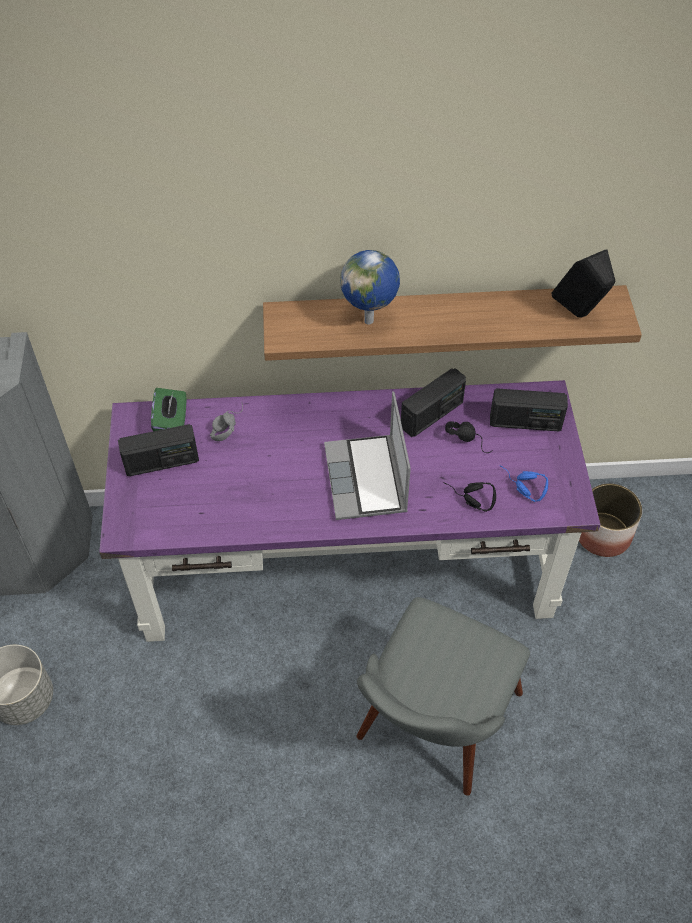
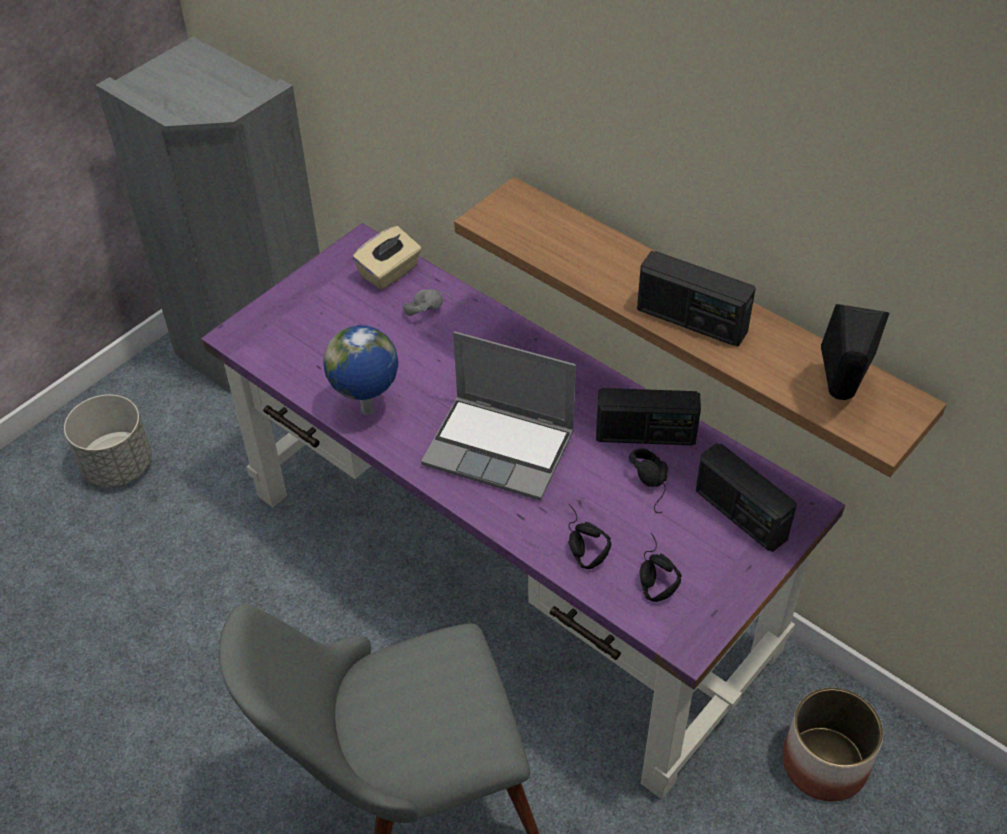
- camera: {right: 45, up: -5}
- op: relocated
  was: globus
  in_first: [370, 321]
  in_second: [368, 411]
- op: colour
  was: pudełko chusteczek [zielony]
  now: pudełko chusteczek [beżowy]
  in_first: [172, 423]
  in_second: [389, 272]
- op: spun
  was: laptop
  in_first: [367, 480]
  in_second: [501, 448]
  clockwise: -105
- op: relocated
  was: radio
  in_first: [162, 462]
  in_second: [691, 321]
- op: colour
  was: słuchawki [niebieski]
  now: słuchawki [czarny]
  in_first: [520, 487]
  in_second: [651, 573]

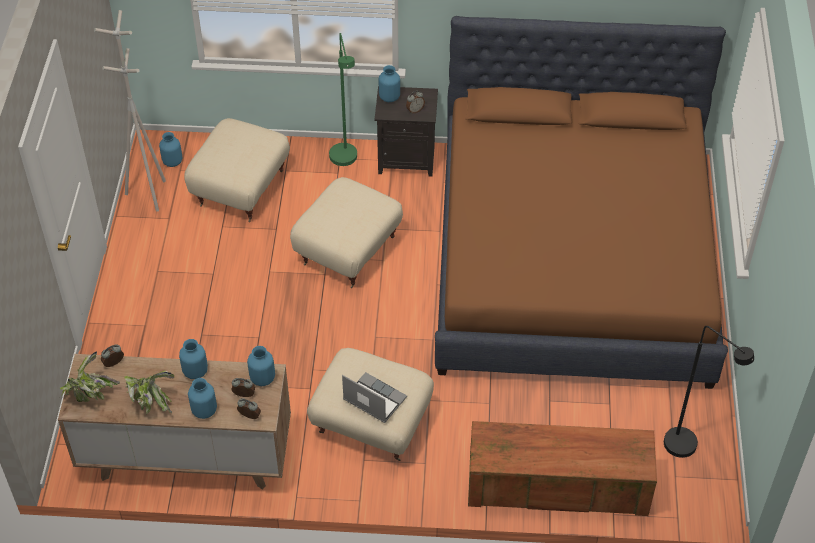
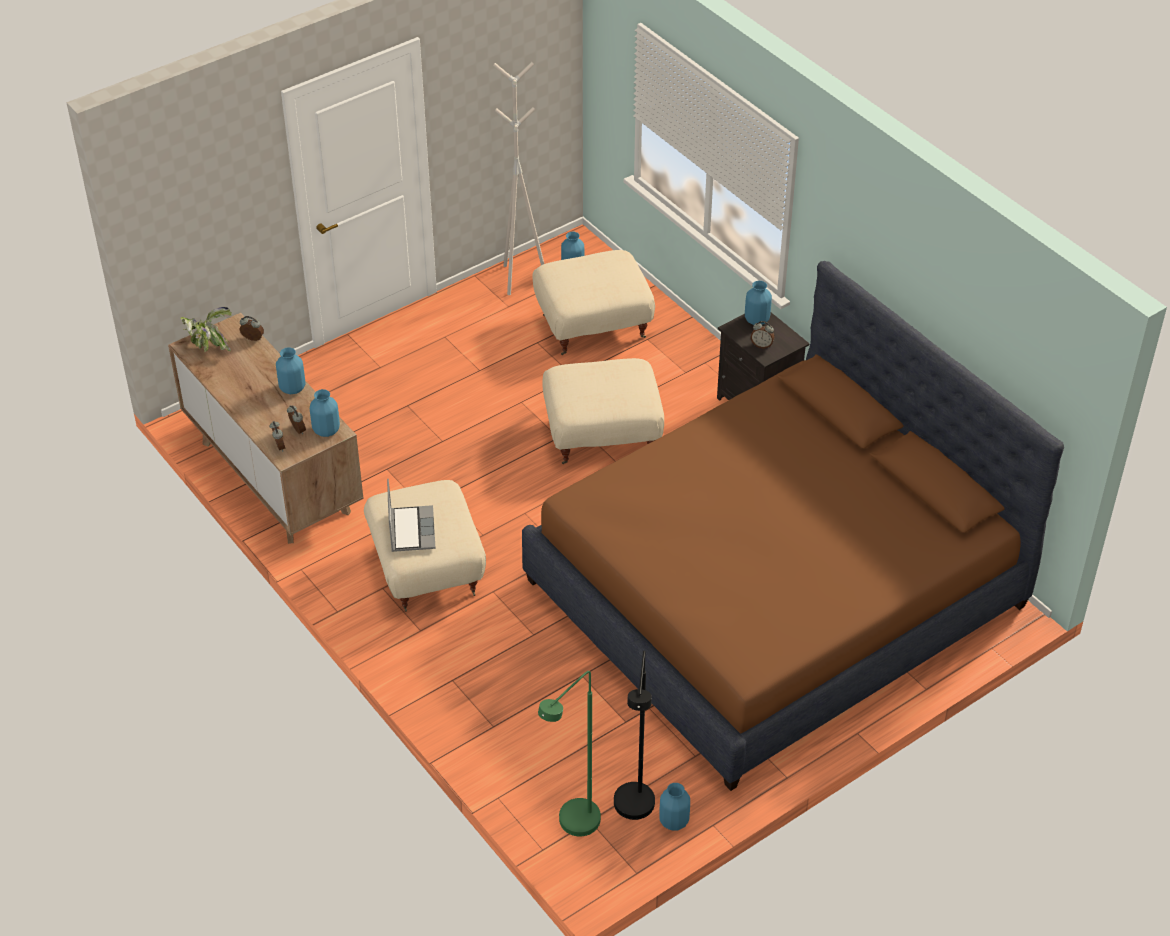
- camera: {right: 50, up: -5}
- op: relocated
  was: lampa stojąca [zielony]
  in_first: [345, 161]
  in_second: [573, 828]
- op: missing
  was: roślina doniczkowa
  in_first: [151, 402]
- op: relocated
  was: wazon [niebieski]
  in_first: [204, 411]
  in_second: [673, 821]
- op: missing
  was: ławka [brązowy]
  in_first: [556, 487]

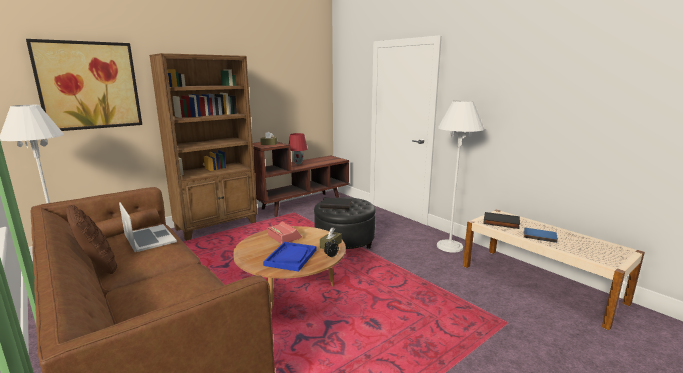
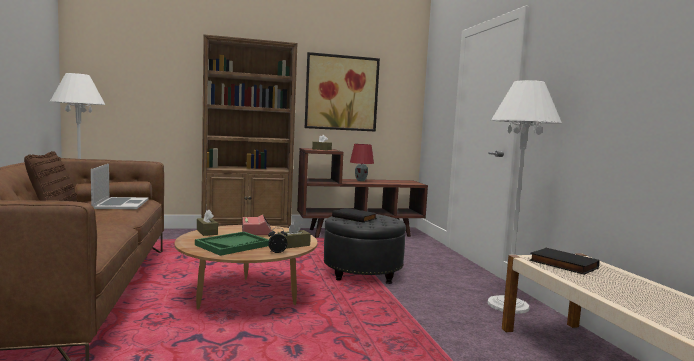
- camera: {right: 25, up: -10}
- op: relocated
  was: obraz
  in_first: [89, 86]
  in_second: [341, 93]
- op: missing
  was: książka [niebieski]
  in_first: [539, 236]
- op: colour
  was: taca [niebieski]
  now: taca [zielony]
  in_first: [291, 257]
  in_second: [233, 245]
- op: appeared
  now: pudełko chusteczek [brązowy]
  in_second: [207, 232]

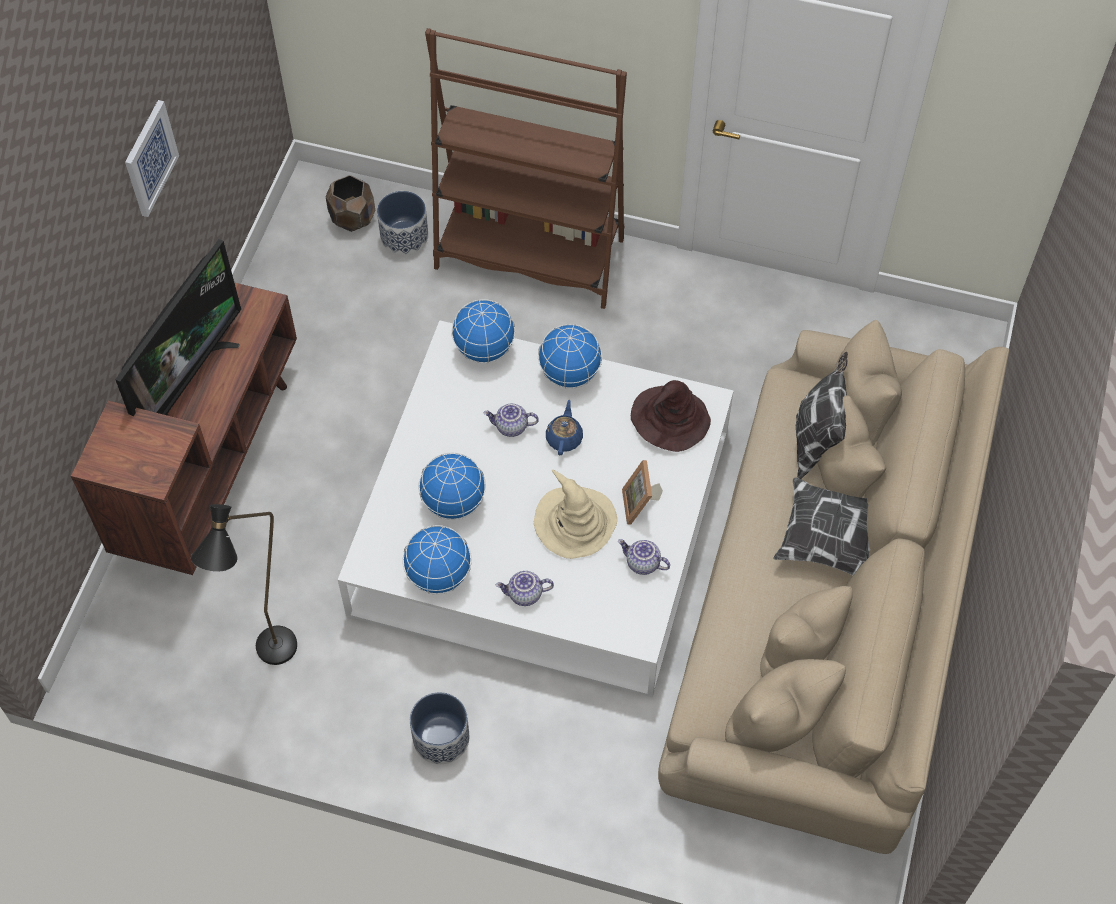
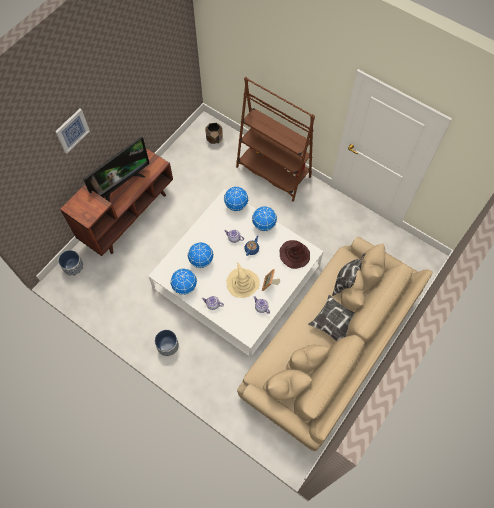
- camera: {right: 20, up: 5}
- op: relocated
  was: obraz
  in_first: [150, 158]
  in_second: [72, 130]
- op: relocated
  was: donica
  in_first: [404, 237]
  in_second: [73, 267]
- op: missing
  was: lampa stojąca [czarny]
  in_first: [271, 660]

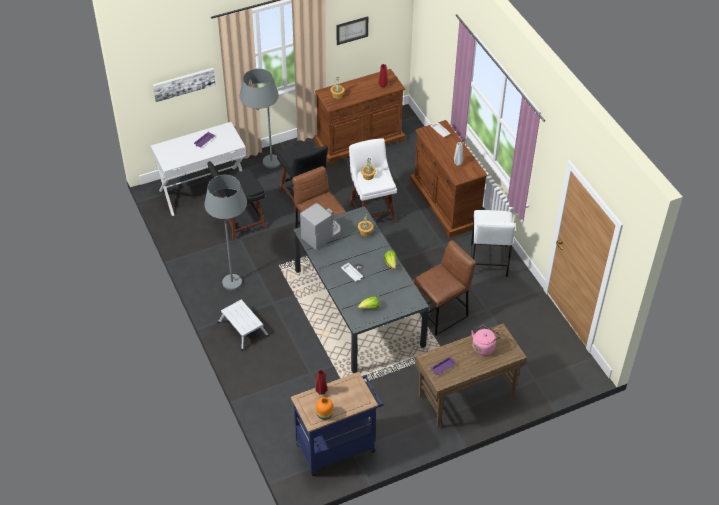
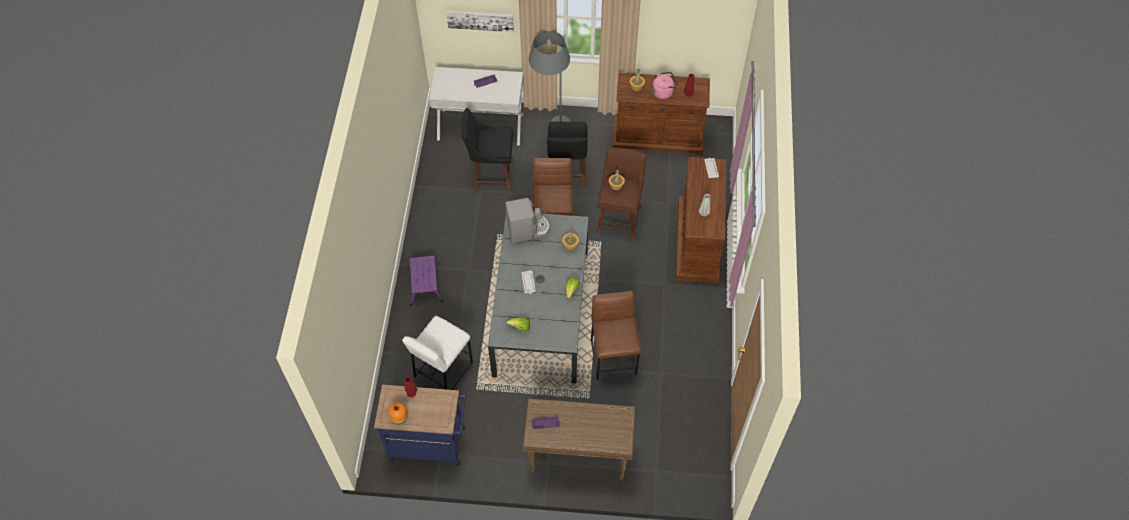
- camera: {right: 30, up: 10}
- op: missing
  was: obraz
  in_first: [352, 30]
- op: colour
  was: stołek [biały]
  now: stołek [brązowy]
  in_first: [371, 212]
  in_second: [619, 218]
- op: missing
  was: lampa stojąca [szary]
  in_first: [233, 274]
- op: relocated
  was: krzesło [biały]
  in_first: [489, 261]
  in_second: [442, 370]
- op: spun
  was: krzesło [brązowy]
  in_first: [440, 313]
  in_second: [613, 356]
  clockwise: -90
- op: colour
  was: drabinka [biały]
  now: drabinka [fioletowy]
  in_first: [243, 329]
  in_second: [425, 283]
- op: relocated
  was: czajnik [różowy]
  in_first: [484, 346]
  in_second: [663, 92]

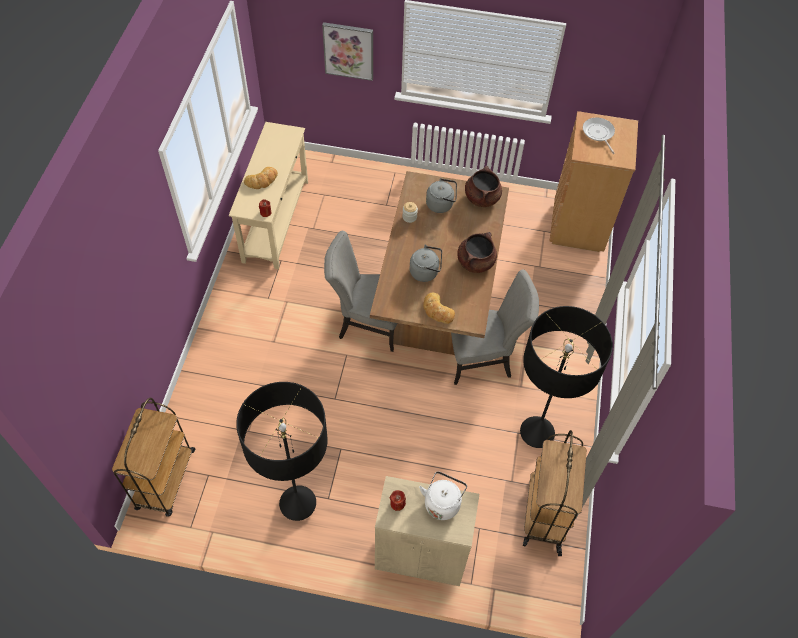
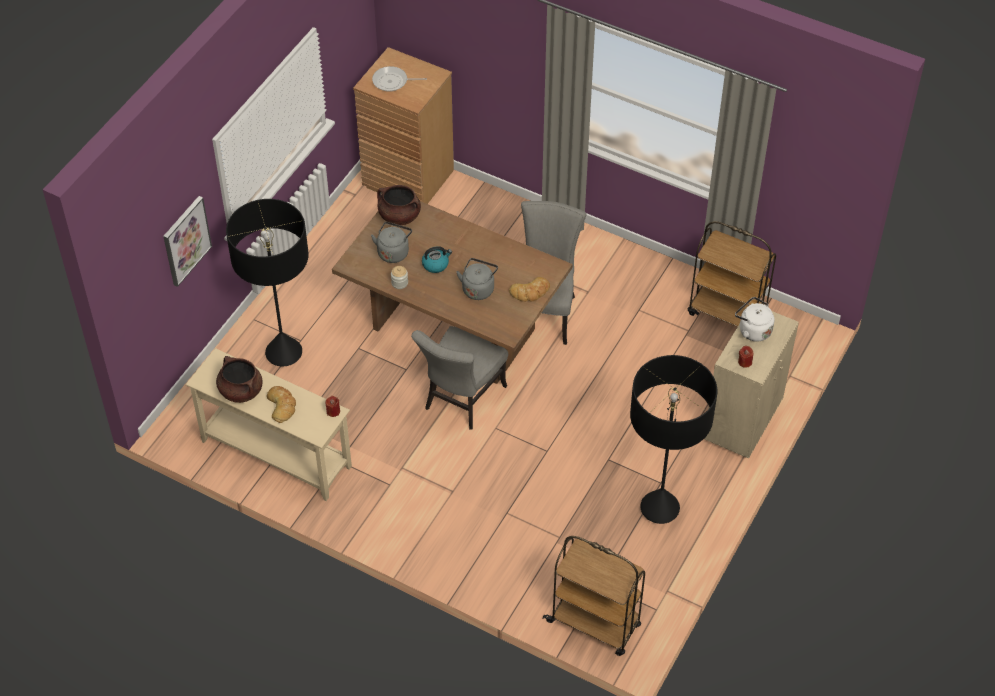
- camera: {right: -70, up: -5}
- op: relocated
  was: garnek [brązowy]
  in_first: [475, 262]
  in_second: [240, 391]
- op: relocated
  was: lampa stojąca [czarny]
  in_first: [536, 434]
  in_second: [284, 355]
- op: appeared
  now: czajnik
  in_second: [436, 264]

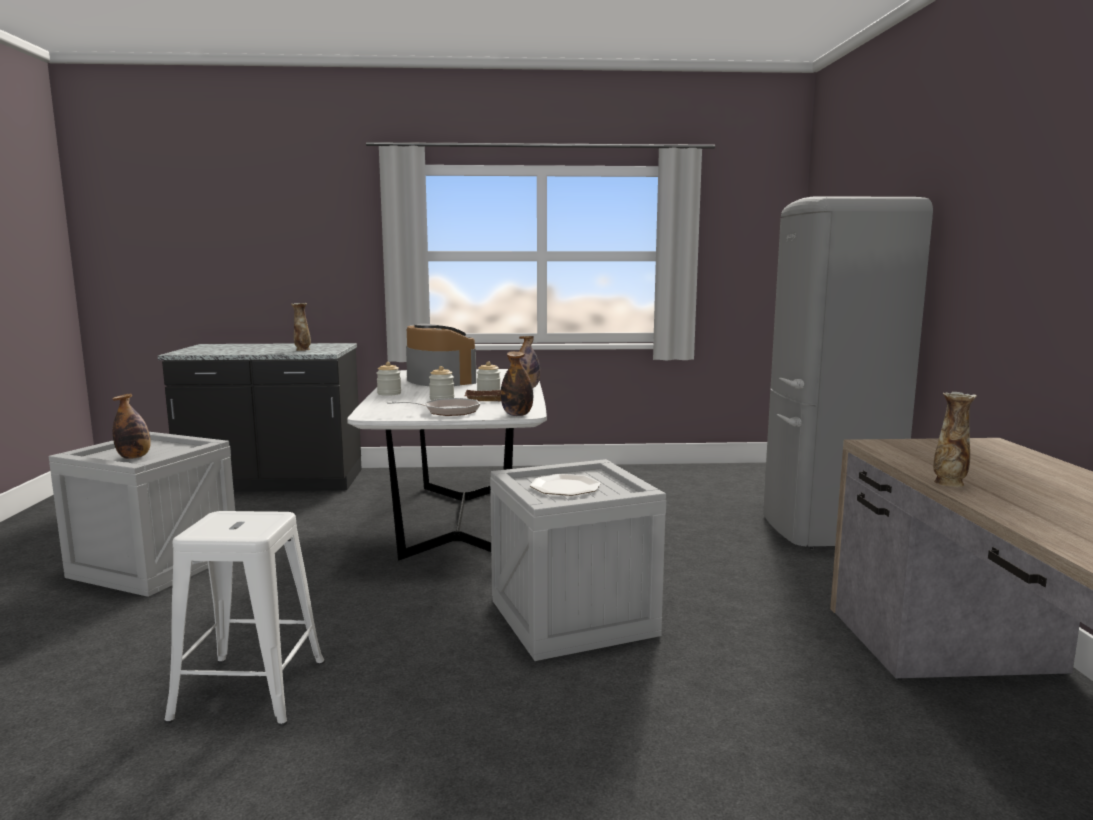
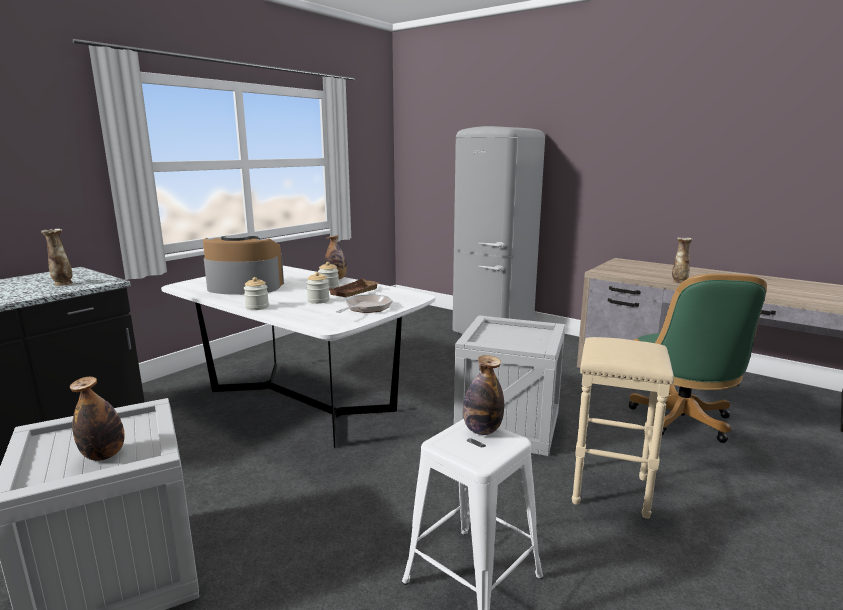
- camera: {right: -50, up: 5}
- op: relocated
  was: butelka
  in_first: [517, 415]
  in_second: [482, 430]
- op: missing
  was: talerz
  in_first: [564, 487]
- op: appeared
  now: krzesło biurowe [zielony]
  in_second: [683, 424]
- op: appeared
  now: stołek [beżowy]
  in_second: [612, 491]

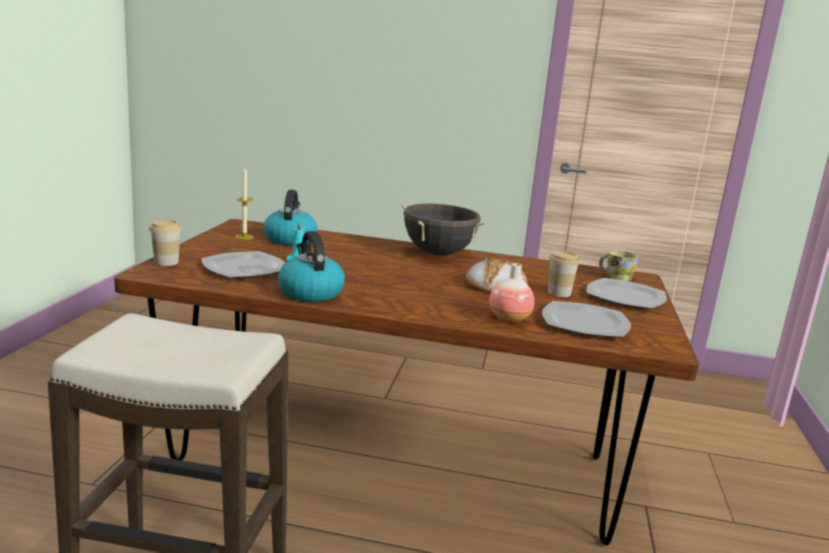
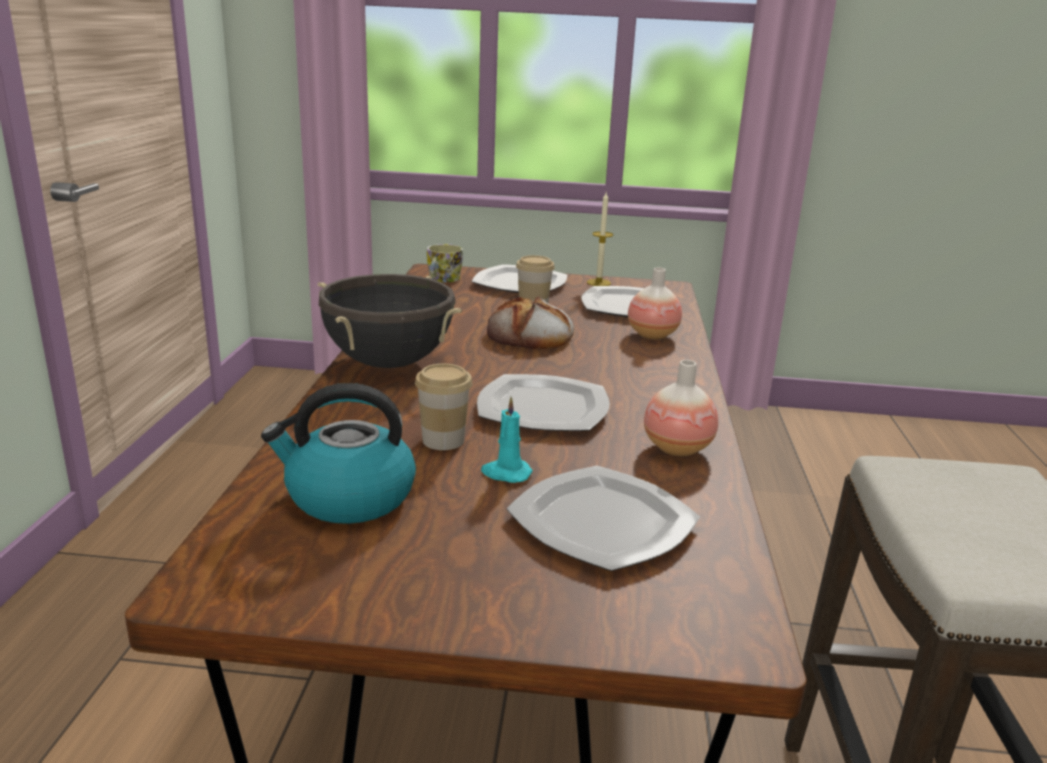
- camera: {right: -95, up: 5}
- op: relocated
  was: świeca
  in_first: [244, 237]
  in_second: [598, 282]
- op: relocated
  was: filiżanka
  in_first: [166, 262]
  in_second: [443, 440]
- op: exchanged
  was: czajnik
  now: wazon
  in_first: [310, 292]
  in_second: [677, 448]
- op: appeared
  now: talerz
  in_second: [544, 409]

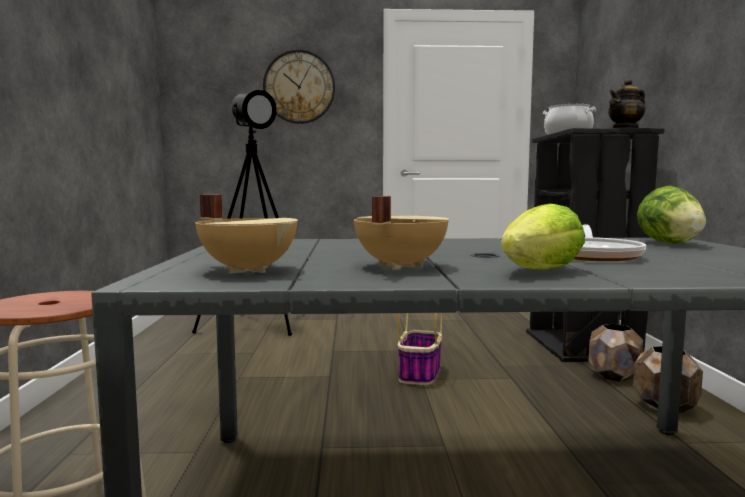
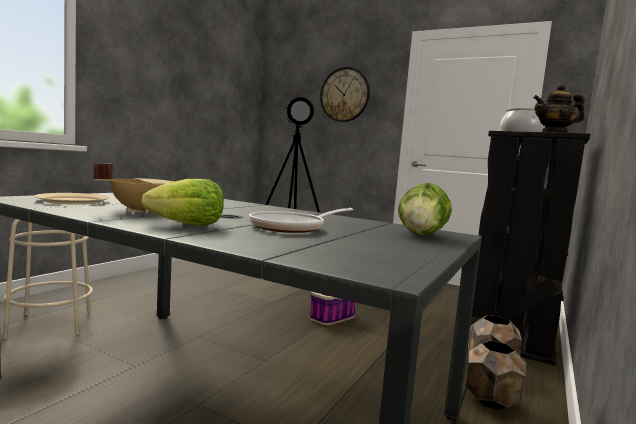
- camera: {right: 30, up: 0}
- op: exchanged
  was: garnek [beżowy]
  now: talerz [beżowy]
  in_first: [249, 270]
  in_second: [73, 201]

